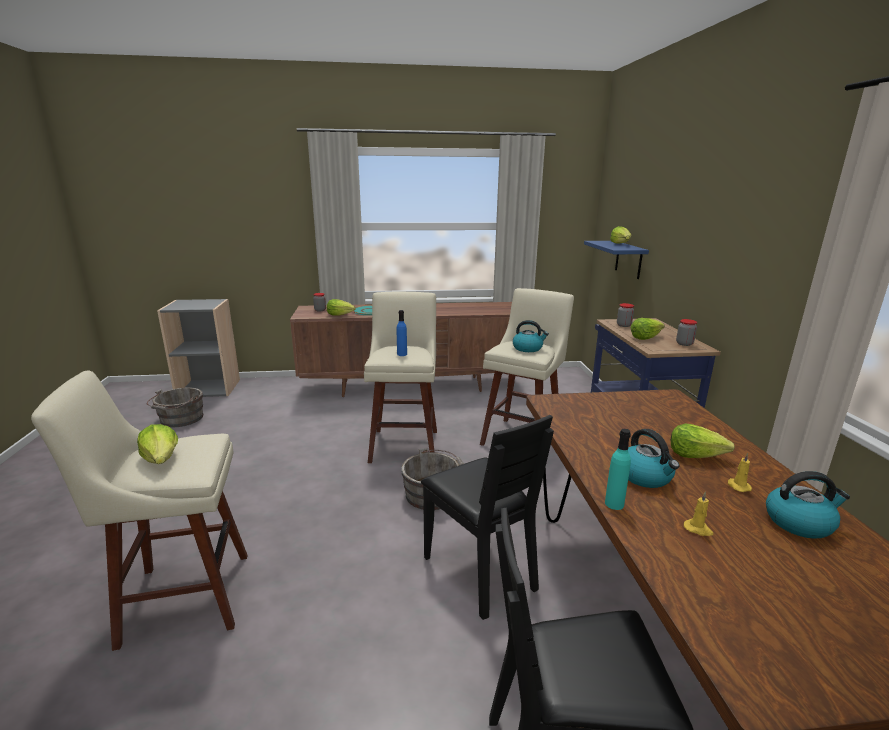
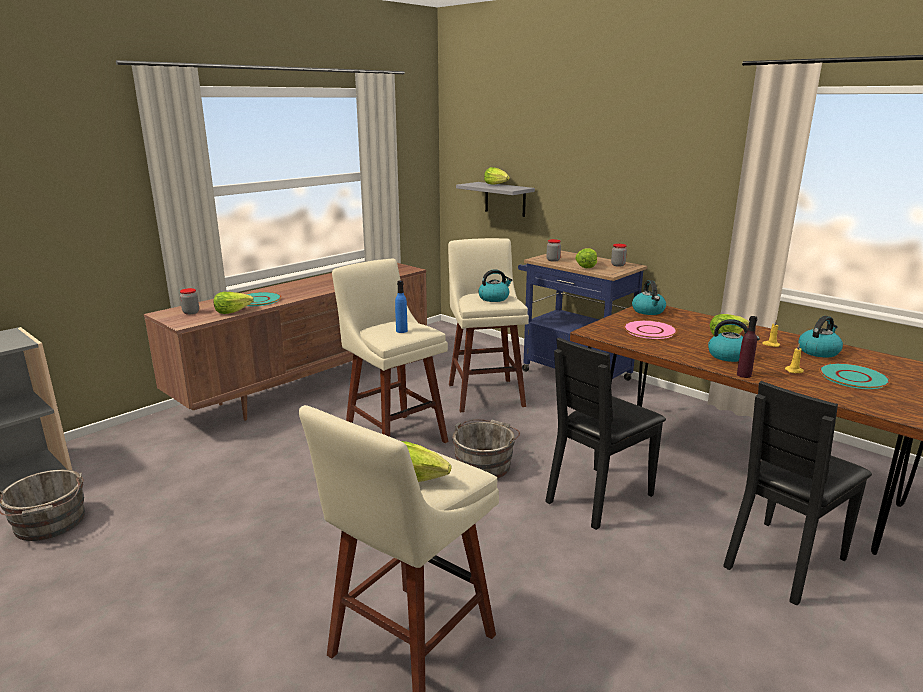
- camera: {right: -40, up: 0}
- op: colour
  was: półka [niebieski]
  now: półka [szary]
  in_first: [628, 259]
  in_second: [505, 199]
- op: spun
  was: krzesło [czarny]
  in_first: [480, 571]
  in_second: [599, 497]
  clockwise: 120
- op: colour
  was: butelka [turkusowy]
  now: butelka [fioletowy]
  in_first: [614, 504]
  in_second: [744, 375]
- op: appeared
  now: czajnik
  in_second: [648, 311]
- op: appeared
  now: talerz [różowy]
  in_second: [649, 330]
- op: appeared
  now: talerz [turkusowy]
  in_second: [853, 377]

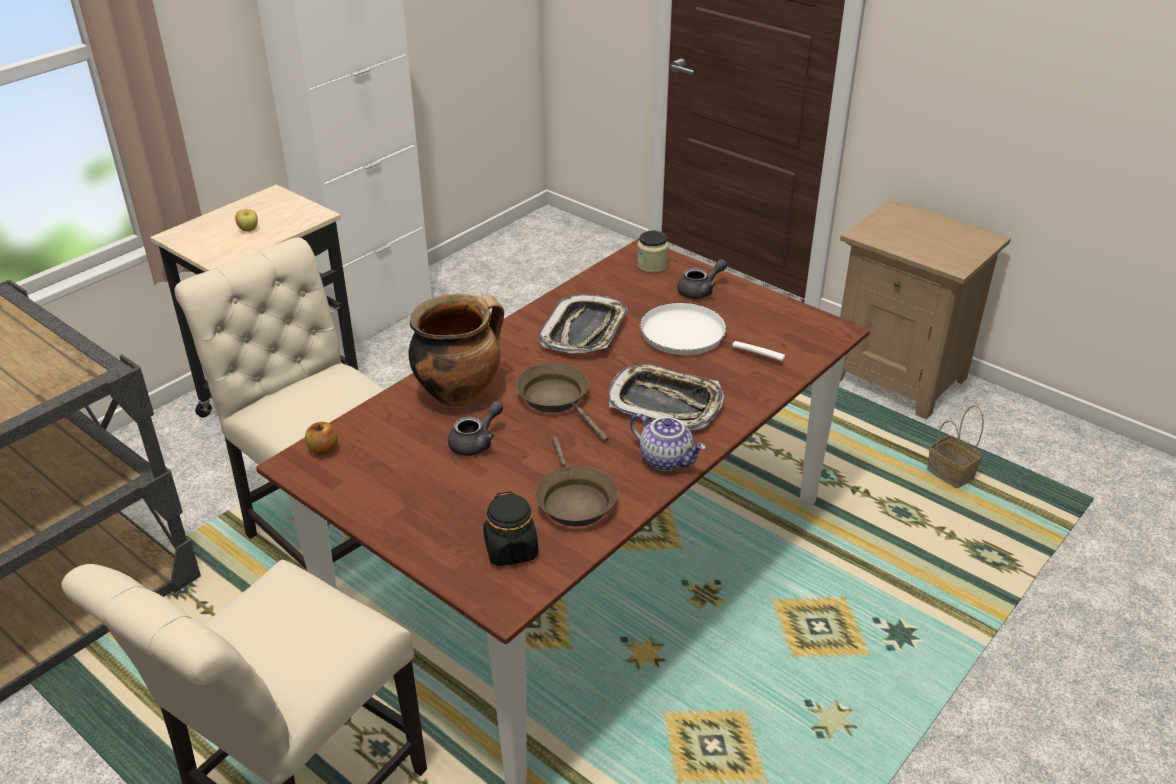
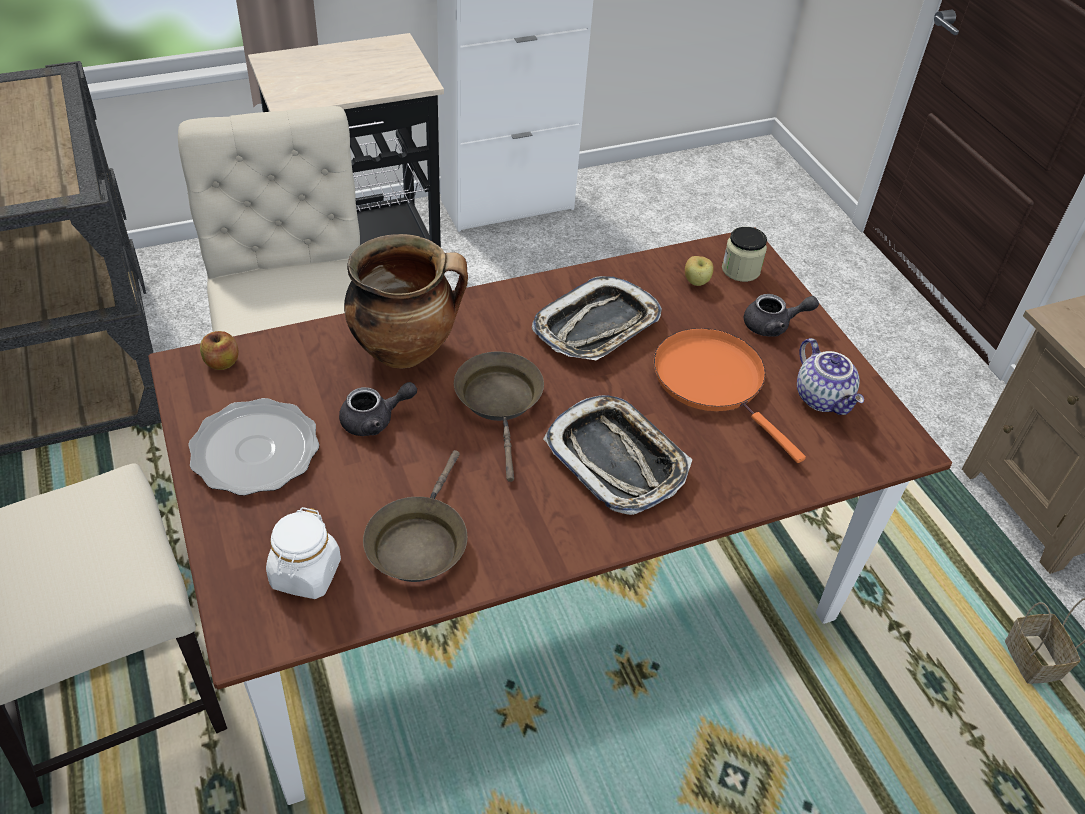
- camera: {right: 25, up: 10}
- op: relocated
  was: jabłko
  in_first: [249, 230]
  in_second: [696, 282]
- op: colour
  was: patelnia [biały]
  now: patelnia [pomarańczowy]
  in_first: [689, 336]
  in_second: [713, 381]
- op: relocated
  was: imbryk
  in_first: [667, 460]
  in_second: [823, 398]
- op: colour
  was: słoik [czarny]
  now: słoik [biały]
  in_first: [511, 550]
  in_second: [305, 574]
- op: appeared
  now: talerz
  in_second: [254, 450]

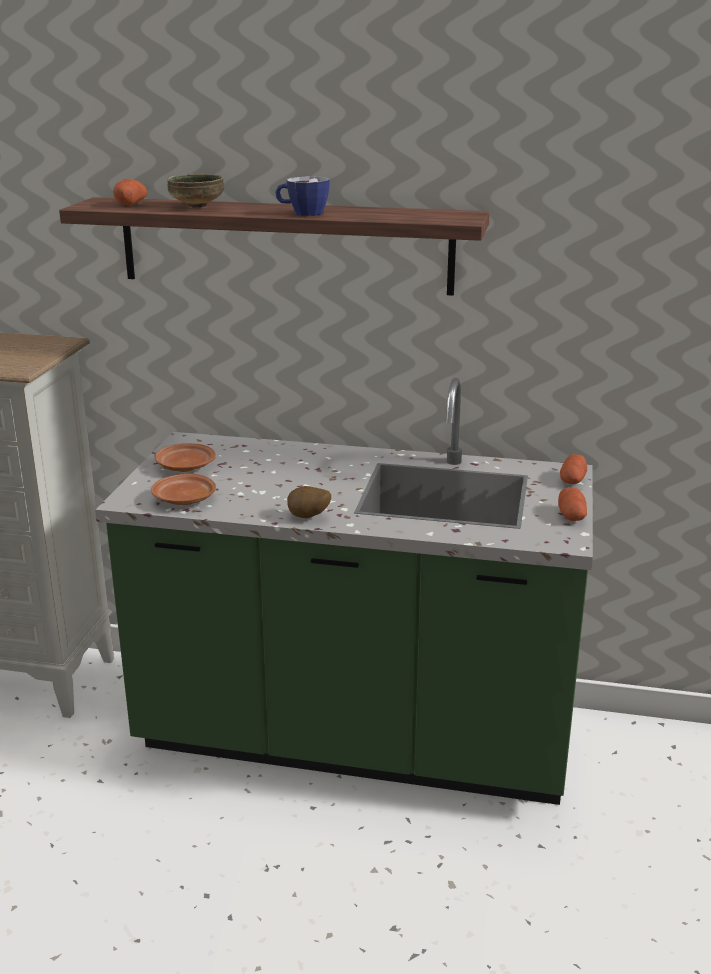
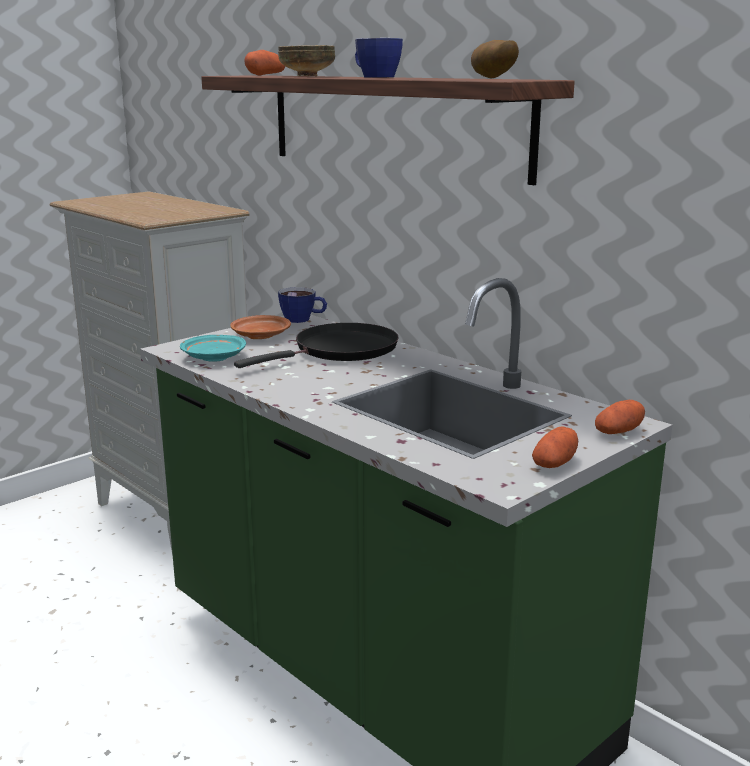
- camera: {right: 35, up: -5}
- op: colour
  was: talerz [brązowy]
  now: talerz [turkusowy]
  in_first: [184, 500]
  in_second: [213, 357]
- op: relocated
  was: ziemniak
  in_first: [308, 518]
  in_second: [492, 78]
- op: appeared
  now: filiżanka
  in_second: [303, 320]
- op: appeared
  now: patelnia [czarny]
  in_second: [340, 350]

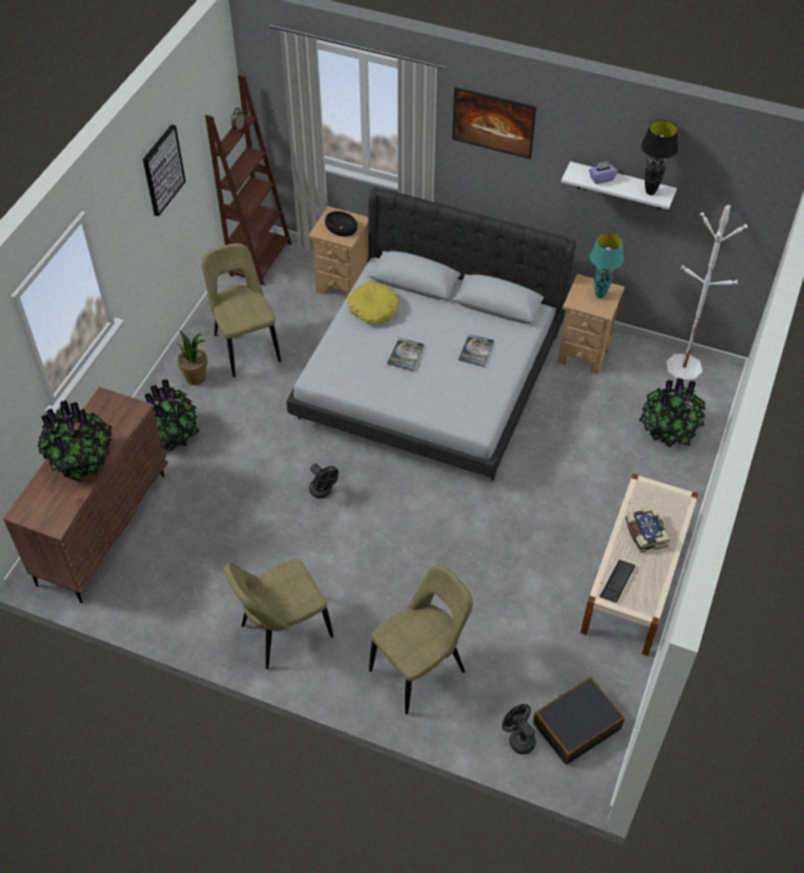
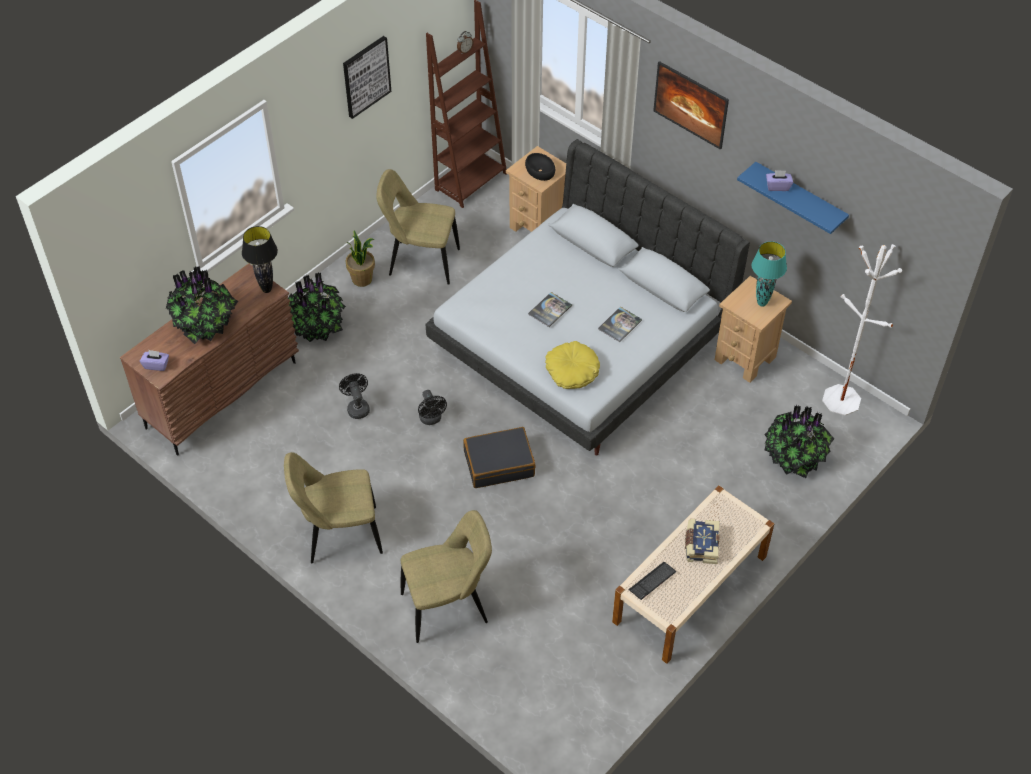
- camera: {right: 20, up: 0}
- op: relocated
  was: lampa stołowa [czarny]
  in_first: [650, 192]
  in_second: [267, 289]
- op: colour
  was: półka [biały]
  now: półka [niebieski]
  in_first: [620, 186]
  in_second: [799, 198]
- op: spun
  was: krzesło [beżowy]
  in_first: [245, 346]
  in_second: [420, 262]
  clockwise: -75
- op: relocated
  was: poduszka [żółty]
  in_first: [374, 309]
  in_second: [573, 371]
- op: relocated
  was: walizka [czarny]
  in_first: [576, 725]
  in_second: [499, 463]
- op: relocated
  was: wentylator [czarny]
  in_first: [518, 738]
  in_second: [357, 407]
- op: appeared
  now: pudełko chusteczek [fioletowy]
  in_second: [156, 365]

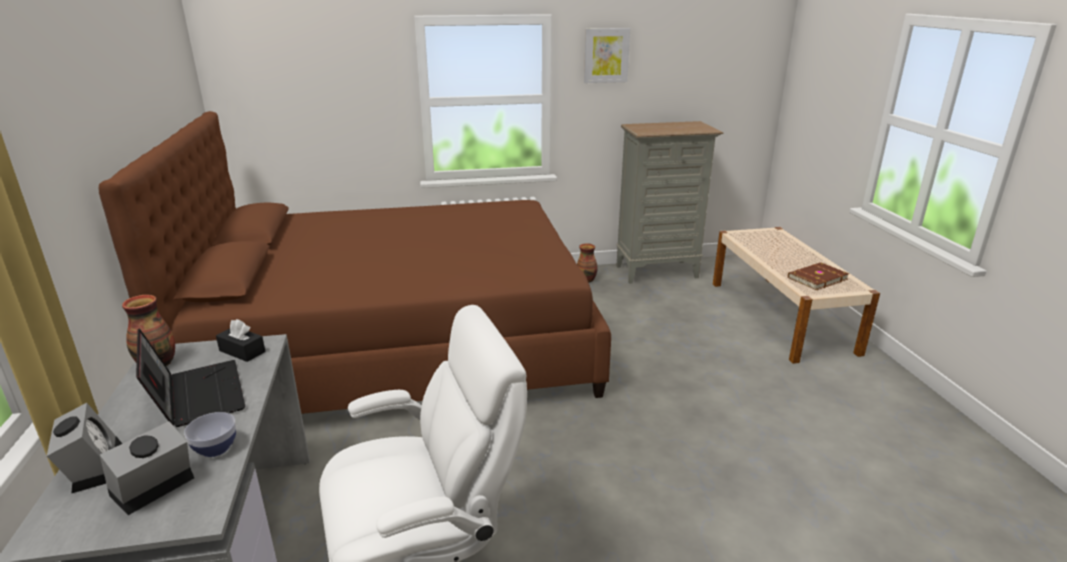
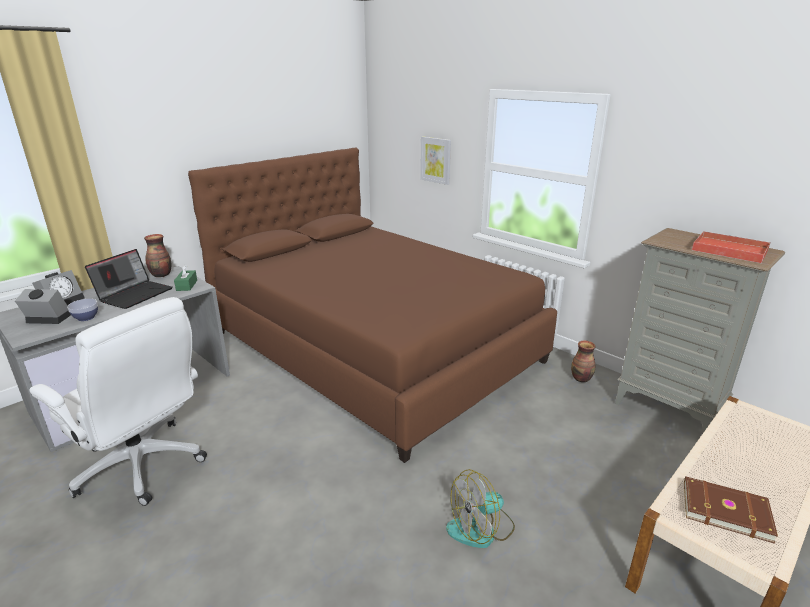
- camera: {right: 55, up: 0}
- op: relocated
  was: obraz
  in_first: [606, 55]
  in_second: [436, 160]
- op: colour
  was: pudełko chusteczek [czarny]
  now: pudełko chusteczek [zielony]
  in_first: [242, 351]
  in_second: [187, 285]
- op: appeared
  now: taca [czerwony]
  in_second: [728, 249]
- op: appeared
  now: wentylator
  in_second: [481, 529]

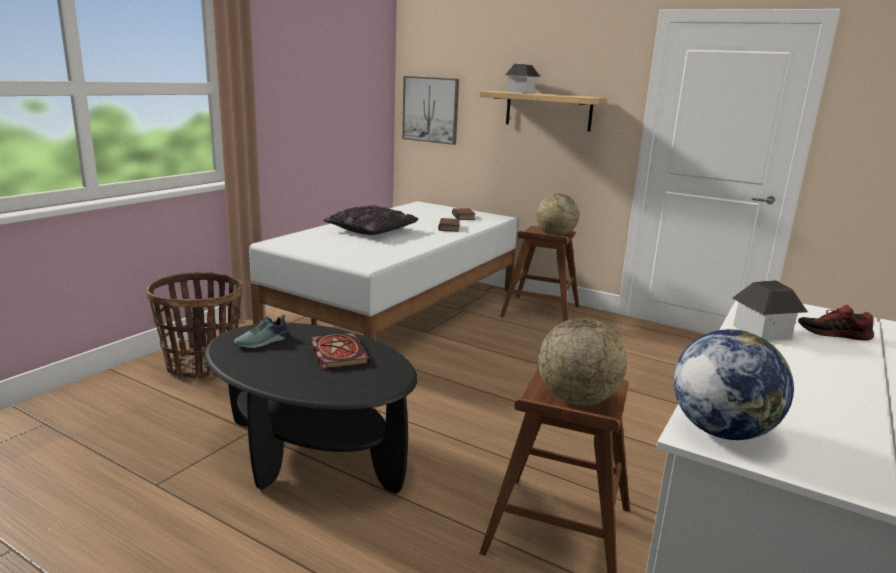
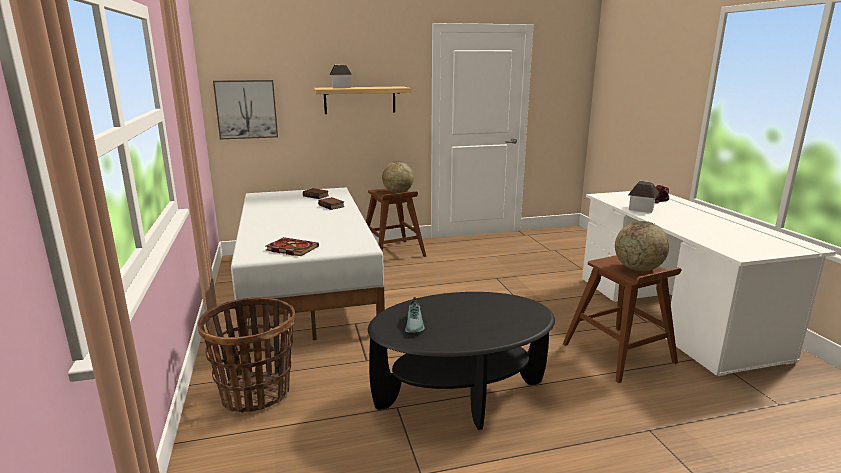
- camera: {right: -45, up: 0}
- op: missing
  was: poduszka [czarny]
  in_first: [371, 230]
- op: missing
  was: globus
  in_first: [721, 431]
- op: relocated
  was: książka
  in_first: [337, 353]
  in_second: [290, 249]

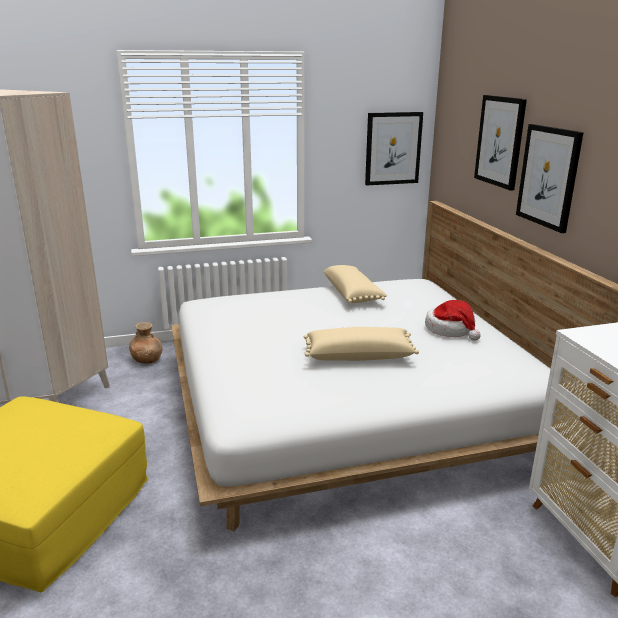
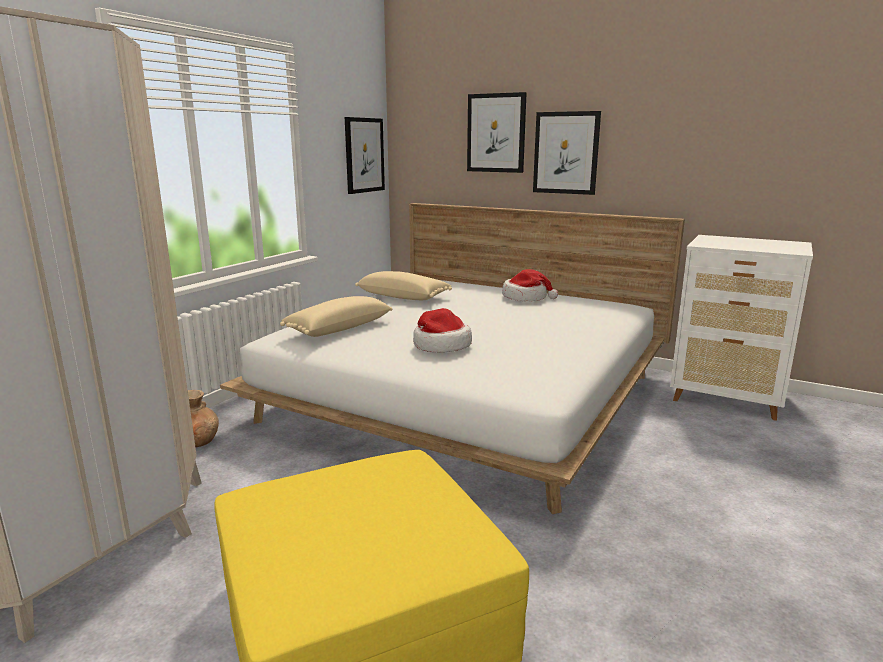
- camera: {right: -45, up: -5}
- op: relocated
  was: poduszka [beżowy]
  in_first: [359, 355]
  in_second: [338, 328]
- op: appeared
  now: kapelusz
  in_second: [440, 346]

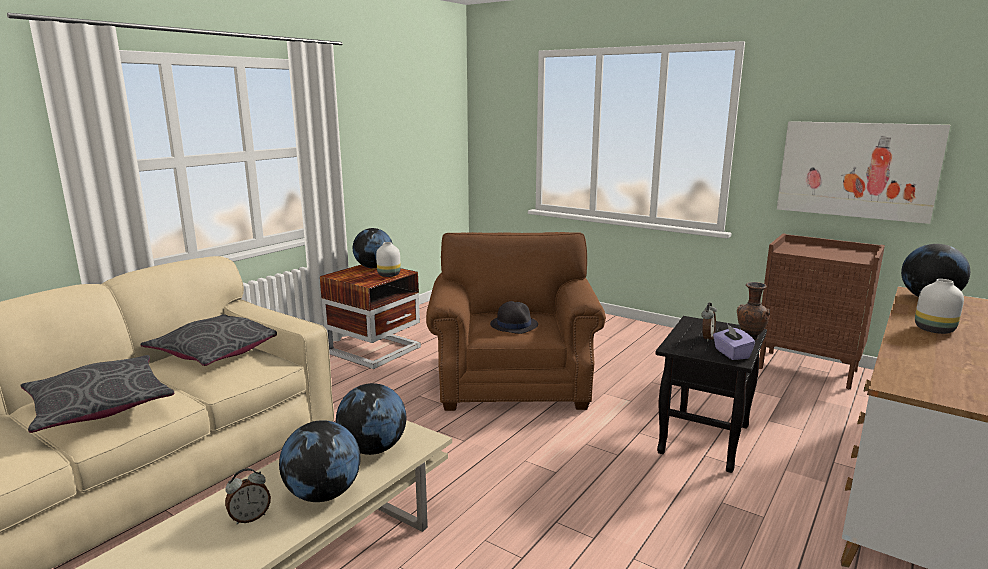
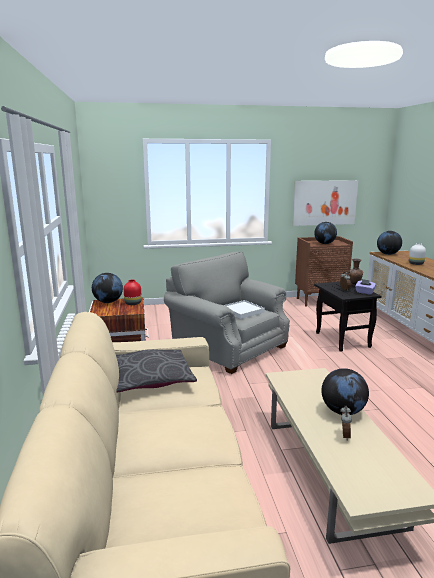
- camera: {right: -45, up: 0}
- op: colour
  was: fotel [brązowy]
  now: fotel [szary]
  in_first: [513, 378]
  in_second: [227, 346]
- op: colour
  was: wazon [biały]
  now: wazon [czerwony]
  in_first: [389, 275]
  in_second: [133, 303]
- op: exchanged
  was: kapelusz [czarny]
  now: taca [biały]
  in_first: [513, 325]
  in_second: [242, 311]
- op: missing
  was: poduszka [szary]
  in_first: [99, 405]
- op: relocated
  was: globus
  in_first: [373, 449]
  in_second: [324, 243]

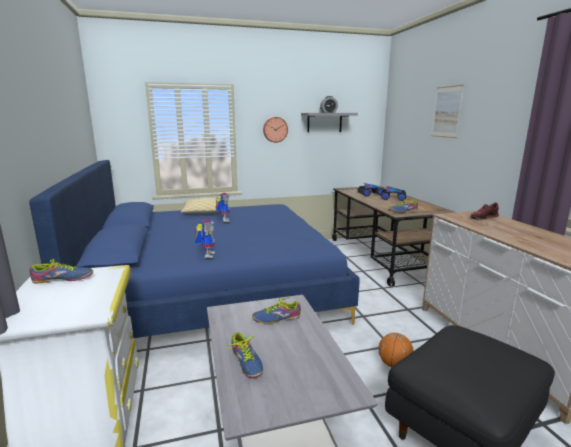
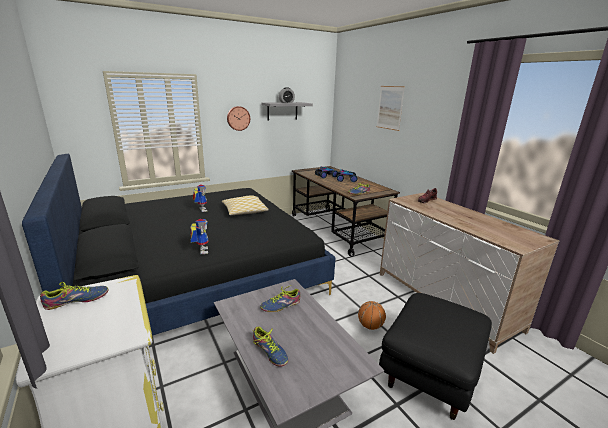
- camera: {right: -15, up: 5}
- op: colour
  was: łóżko [niebieski]
  now: łóżko [czarny]
  in_first: [212, 287]
  in_second: [196, 273]
- op: relocated
  was: poduszka
  in_first: [202, 212]
  in_second: [244, 211]

